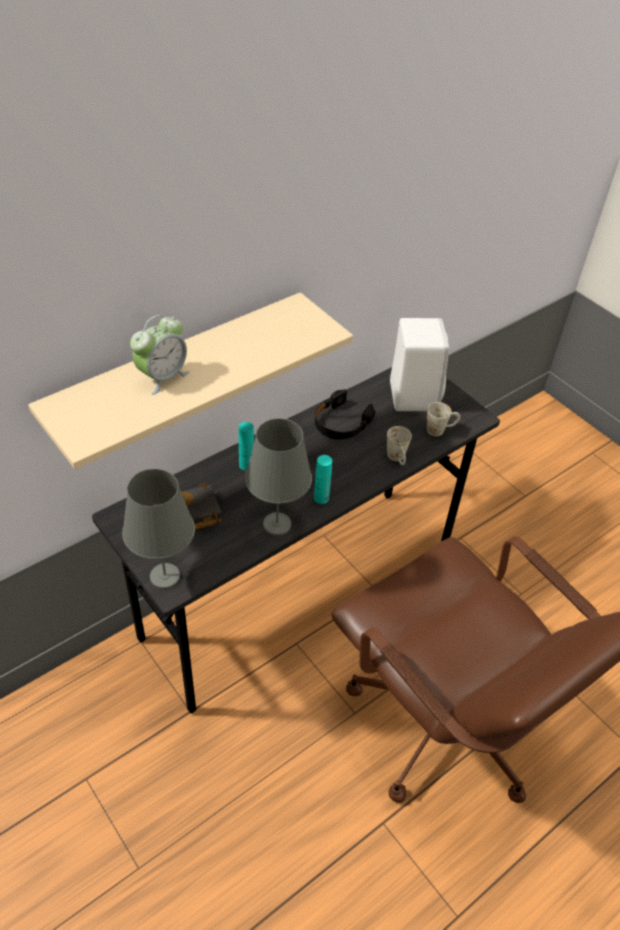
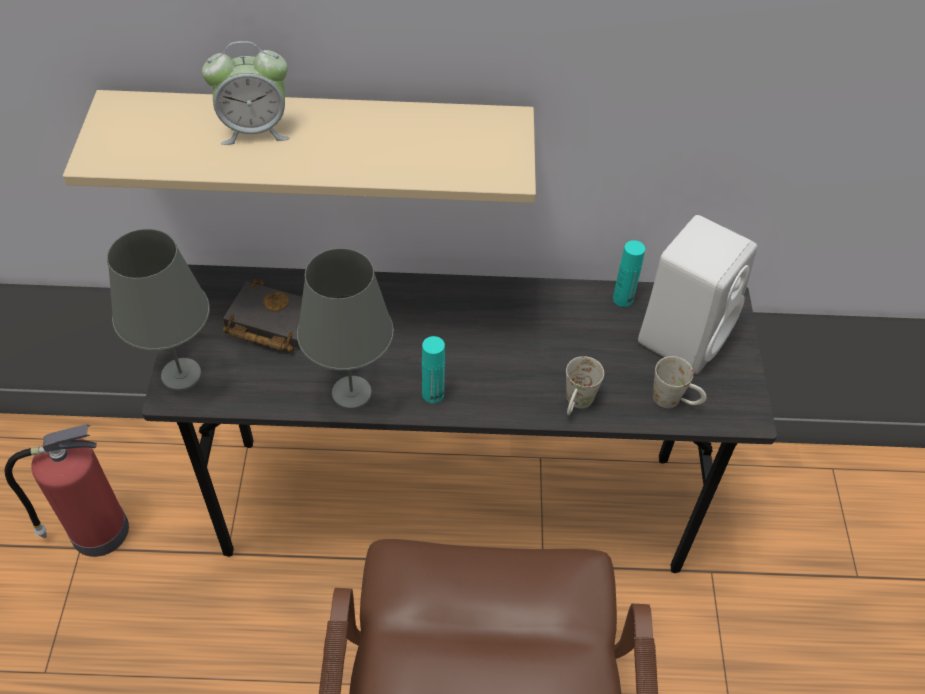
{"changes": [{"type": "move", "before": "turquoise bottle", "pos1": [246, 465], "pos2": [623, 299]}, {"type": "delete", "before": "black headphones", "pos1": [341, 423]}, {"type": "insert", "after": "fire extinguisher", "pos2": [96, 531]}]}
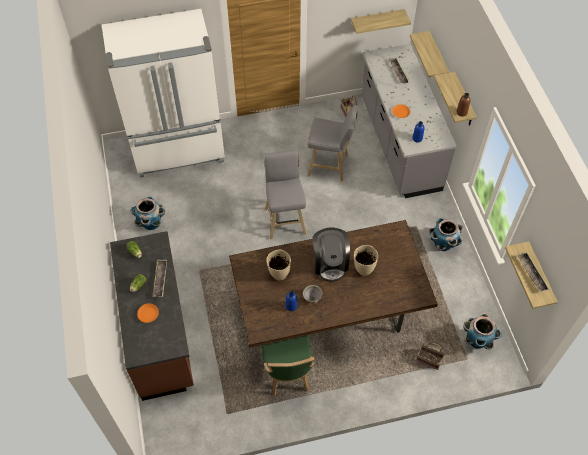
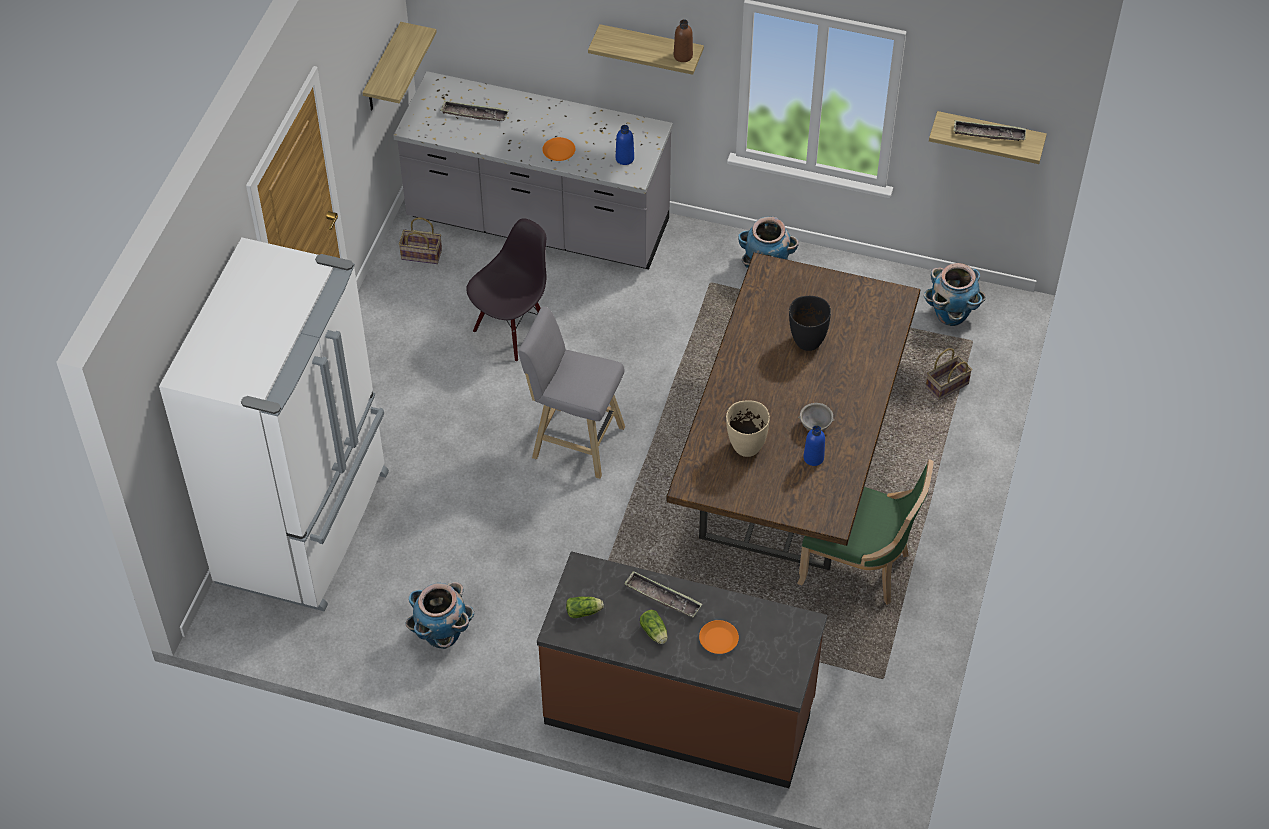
{"changes": [{"type": "replace", "before": "grey stool", "after": "black chair", "pos1": [330, 166], "pos2": [512, 331]}, {"type": "delete", "before": "coffee machine", "pos1": [330, 263]}, {"type": "recolor", "before": "beige vase", "after": "black vase", "pos1": [363, 269], "pos2": [807, 342]}, {"type": "delete", "before": "shelf", "pos1": [437, 58]}]}
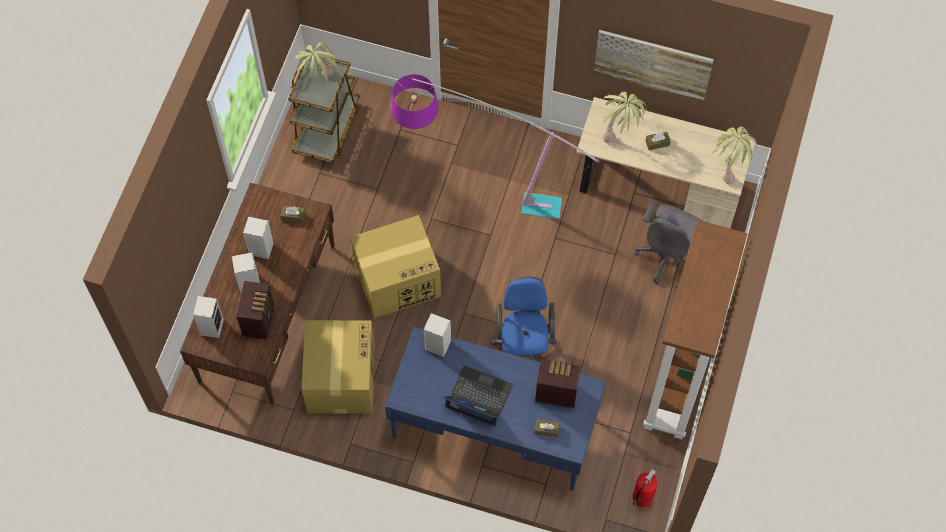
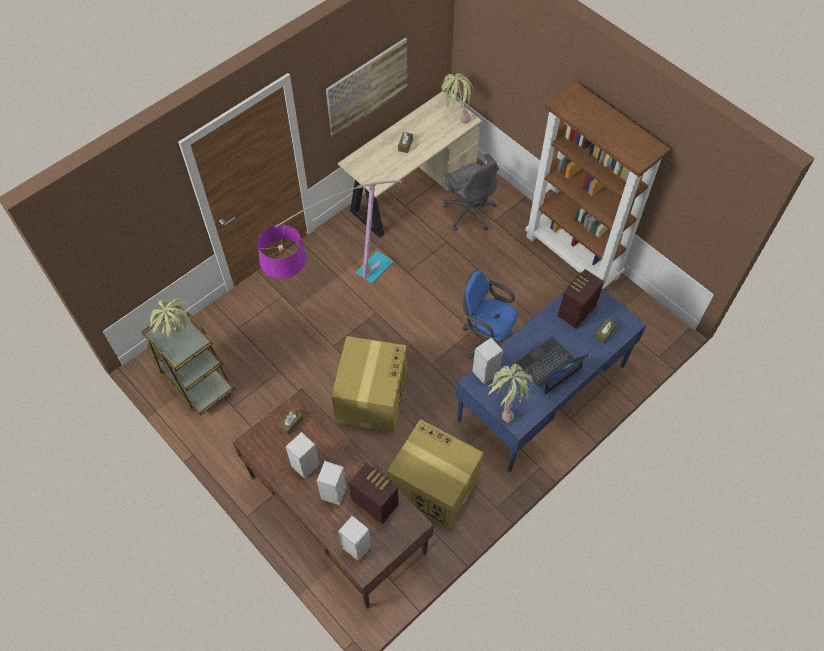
{"changes": [{"type": "move", "before": "potted plant", "pos1": [620, 132], "pos2": [506, 404]}, {"type": "delete", "before": "fire extinguisher", "pos1": [642, 498]}]}
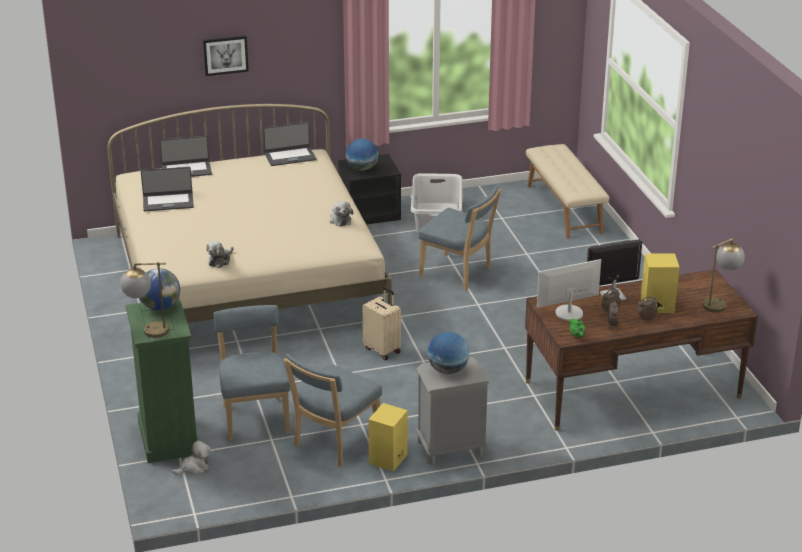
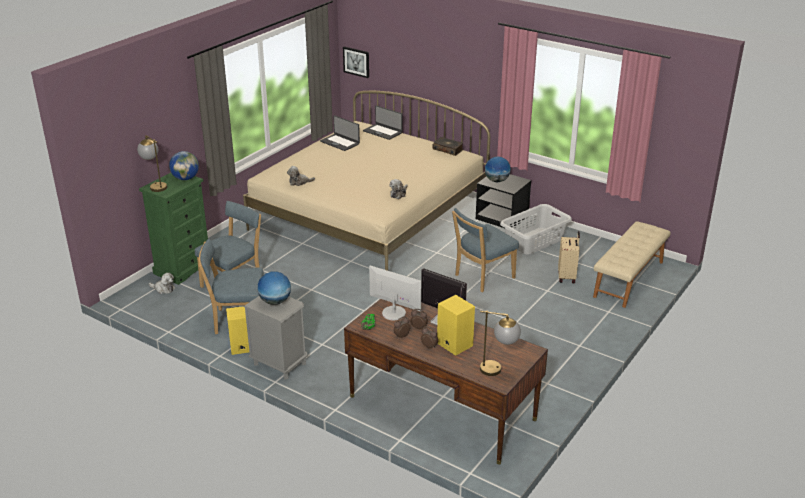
{"changes": [{"type": "move", "before": "picture", "pos1": [225, 55], "pos2": [356, 61]}, {"type": "replace", "before": "laptop", "after": "book", "pos1": [290, 156], "pos2": [448, 149]}, {"type": "move", "before": "beige suitcase", "pos1": [383, 350], "pos2": [567, 277]}, {"type": "rotate", "before": "blue chair", "pos1": [458, 273], "pos2": [482, 277], "turn": 60}]}
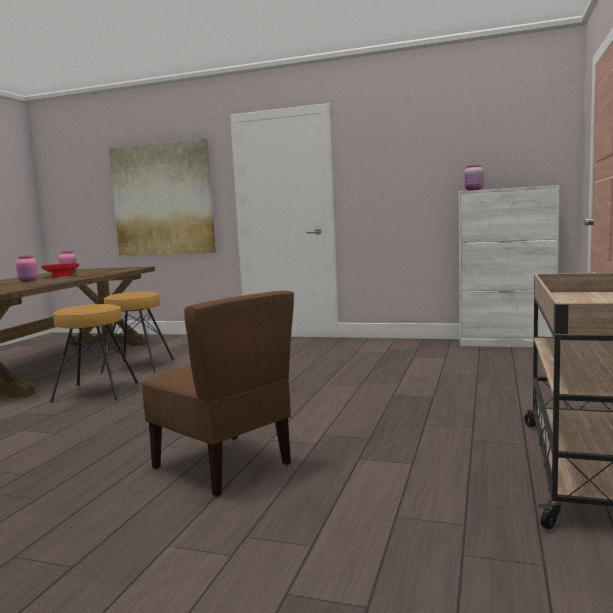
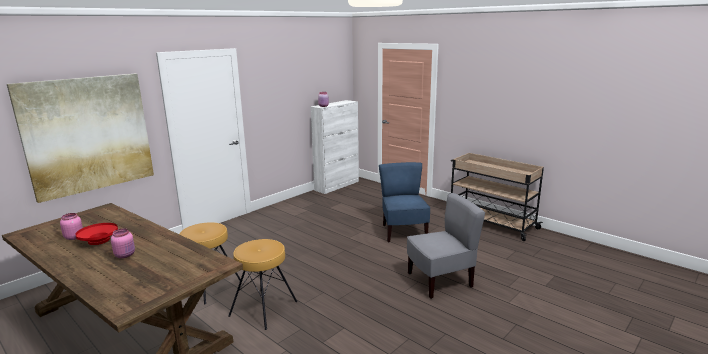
{"changes": [{"type": "recolor", "before": "brown chair", "after": "grey chair", "pos1": [224, 465], "pos2": [440, 281]}, {"type": "insert", "after": "blue chair", "pos2": [403, 232]}]}
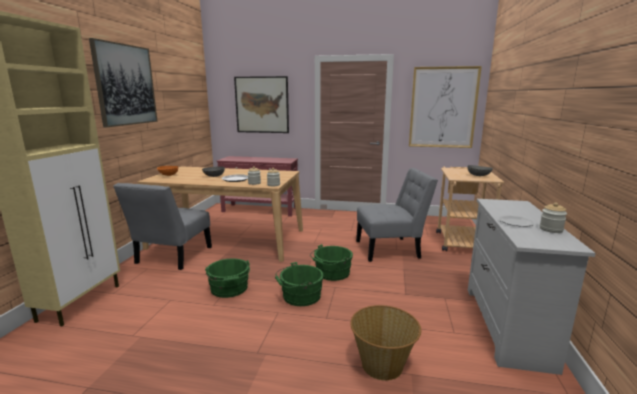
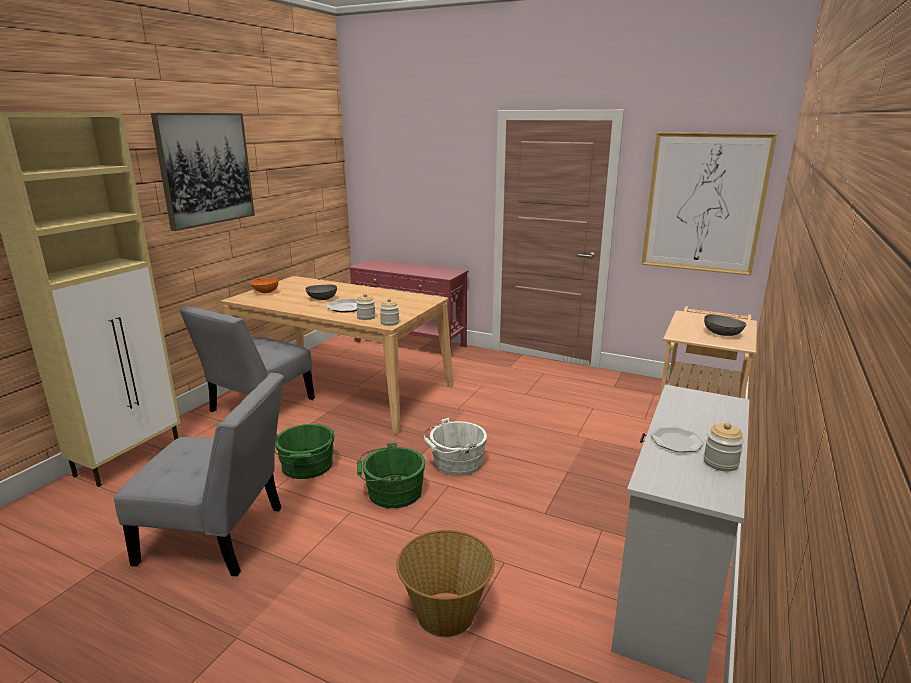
{"changes": [{"type": "delete", "before": "picture", "pos1": [262, 105]}, {"type": "recolor", "before": "green bucket", "after": "white bucket", "pos1": [331, 273], "pos2": [455, 463]}, {"type": "move", "before": "grey chair", "pos1": [391, 249], "pos2": [219, 537]}]}
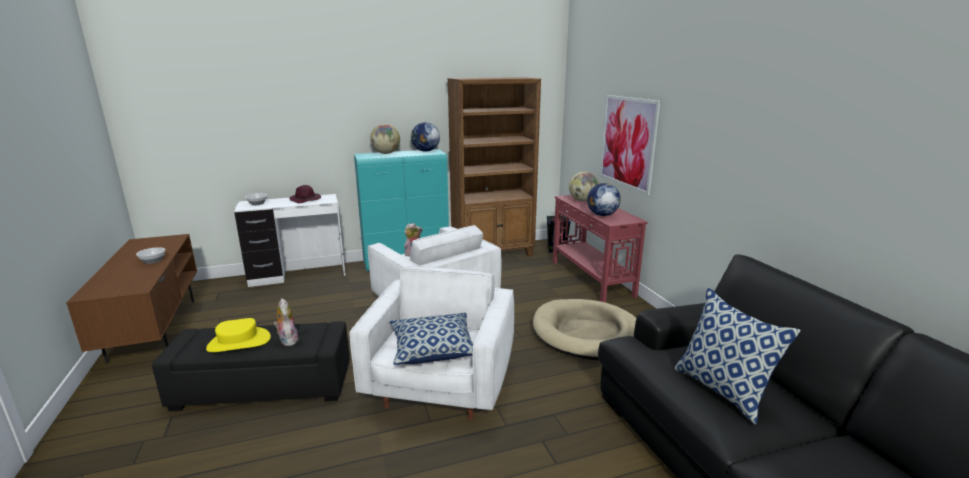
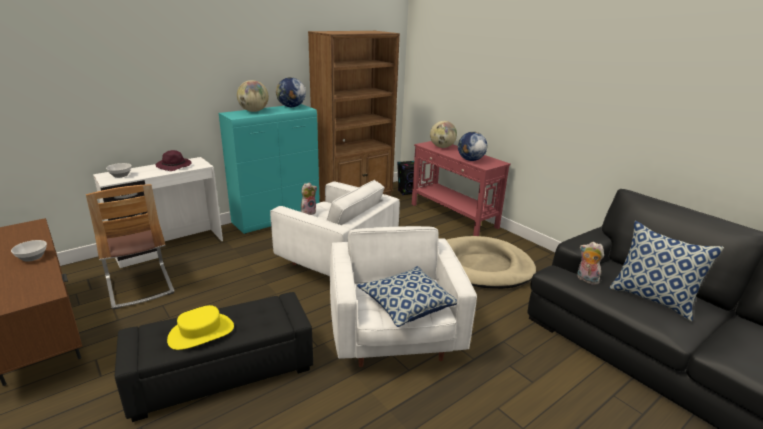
{"changes": [{"type": "move", "before": "plush toy", "pos1": [287, 340], "pos2": [586, 279]}, {"type": "delete", "before": "picture", "pos1": [627, 142]}, {"type": "insert", "after": "chair", "pos2": [139, 285]}]}
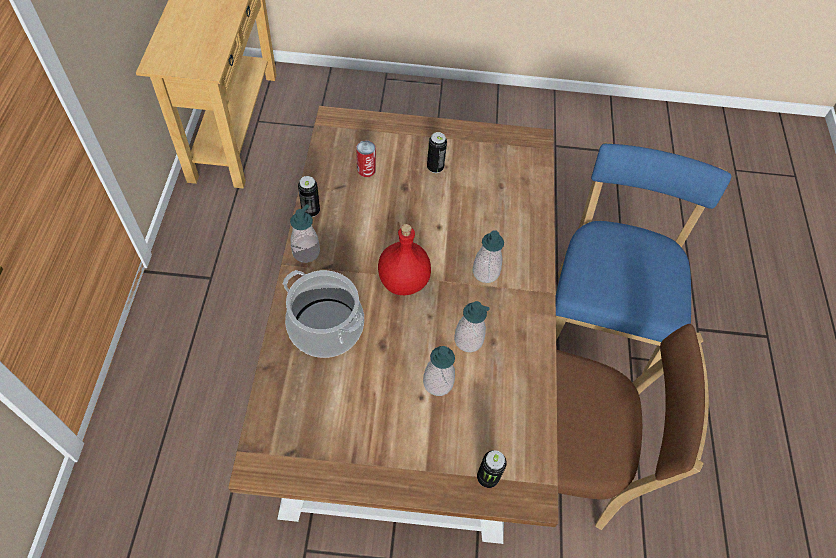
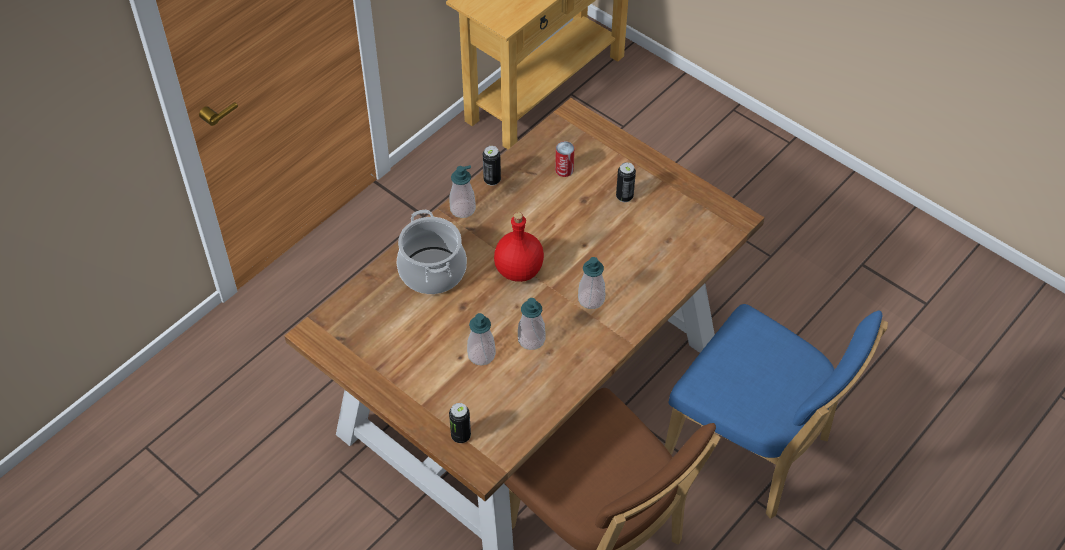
{"changes": [{"type": "rotate", "before": "blue chair", "pos1": [599, 321], "pos2": [754, 451], "turn": 75}]}
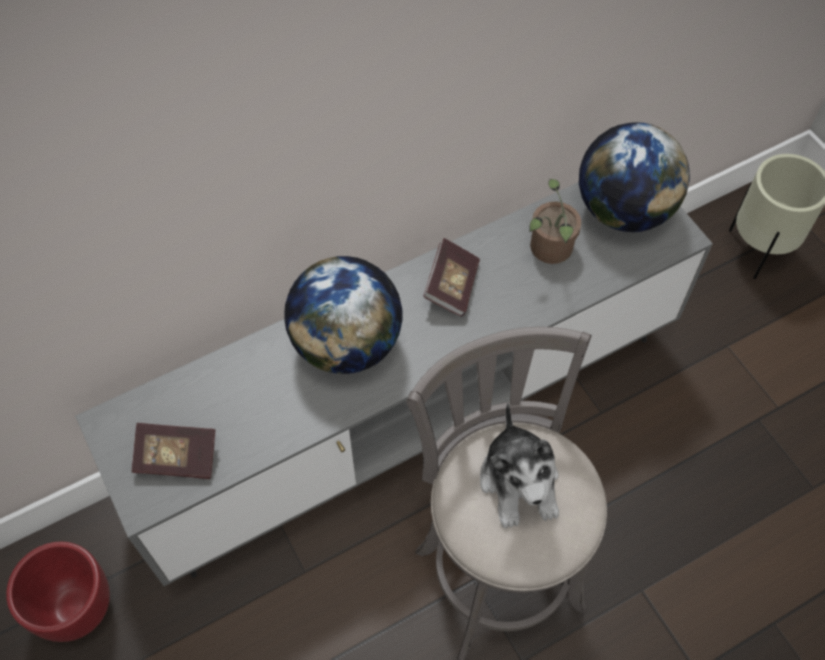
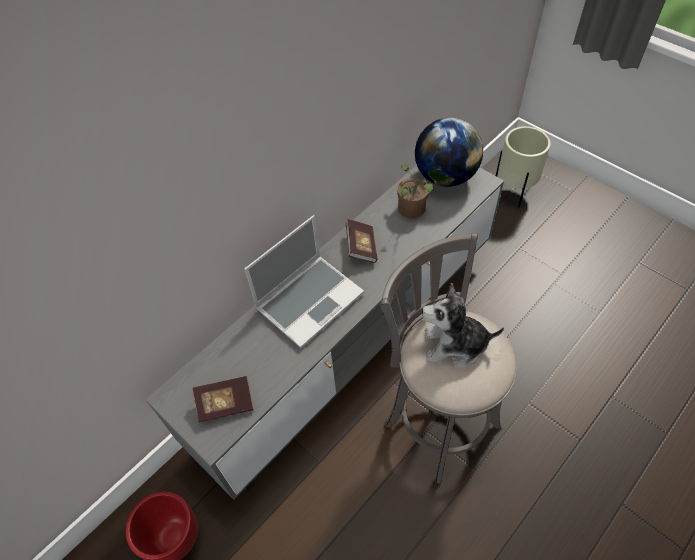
{"changes": [{"type": "replace", "before": "globe", "after": "laptop", "pos1": [347, 344], "pos2": [310, 300]}, {"type": "rotate", "before": "plush toy", "pos1": [520, 482], "pos2": [455, 345], "turn": 120}]}
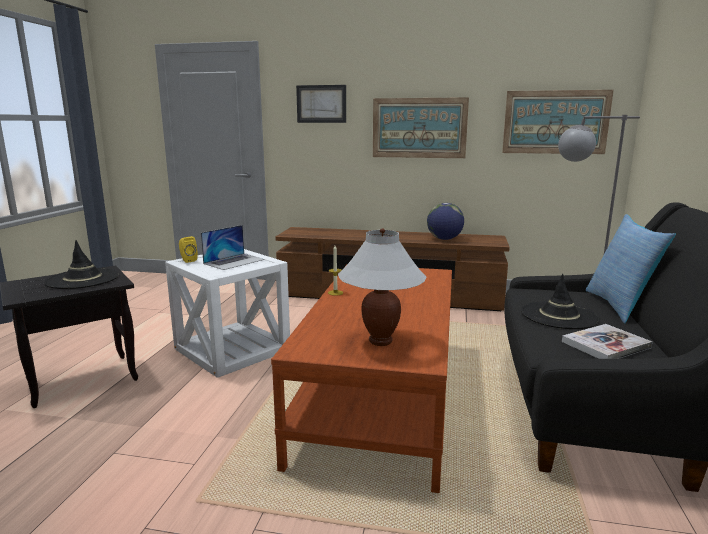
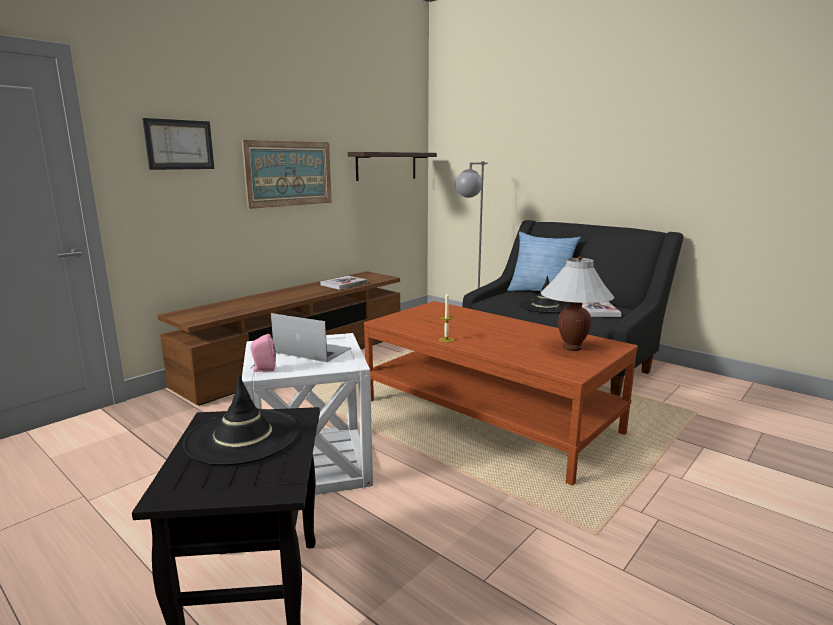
{"changes": [{"type": "recolor", "before": "yellow speaker", "after": "pink speaker", "pos1": [188, 260], "pos2": [263, 369]}, {"type": "rotate", "before": "laptop", "pos1": [234, 261], "pos2": [312, 350], "turn": -45}, {"type": "replace", "before": "globe", "after": "book", "pos1": [444, 239], "pos2": [344, 284]}, {"type": "replace", "before": "picture", "after": "shelf", "pos1": [555, 122], "pos2": [386, 166]}]}
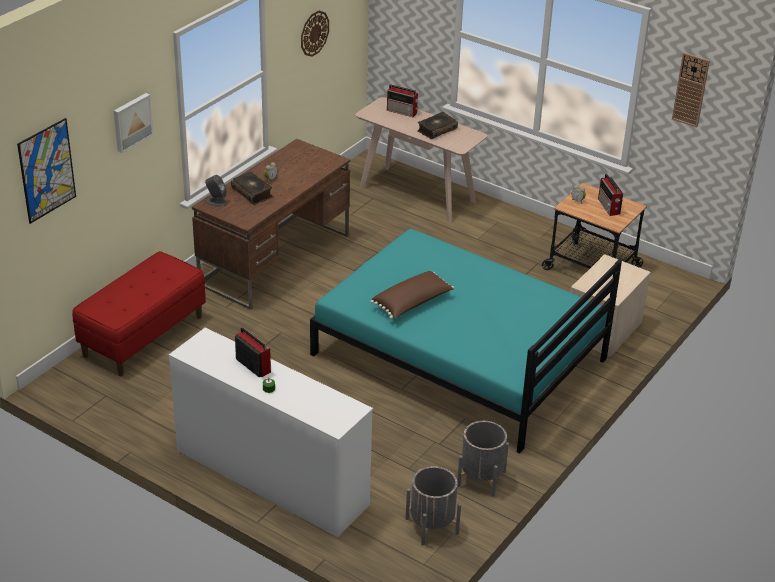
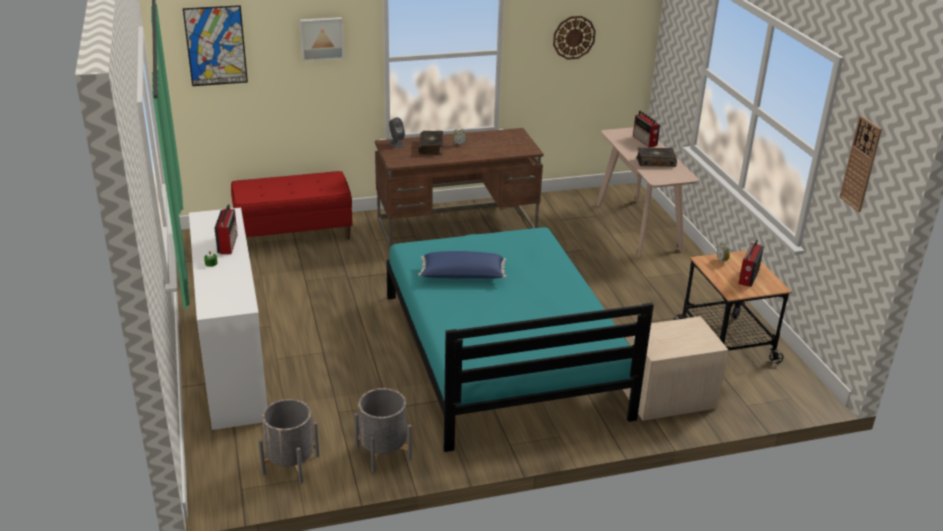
{"changes": [{"type": "recolor", "before": "brown pillow", "after": "blue pillow", "pos1": [412, 303], "pos2": [462, 276]}]}
